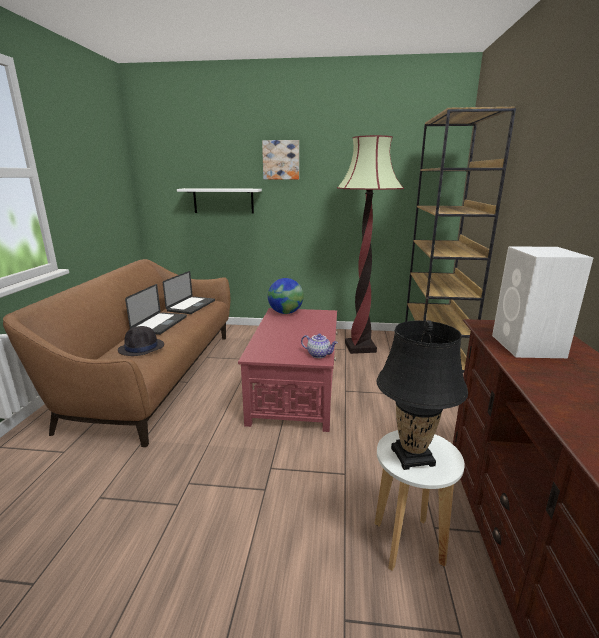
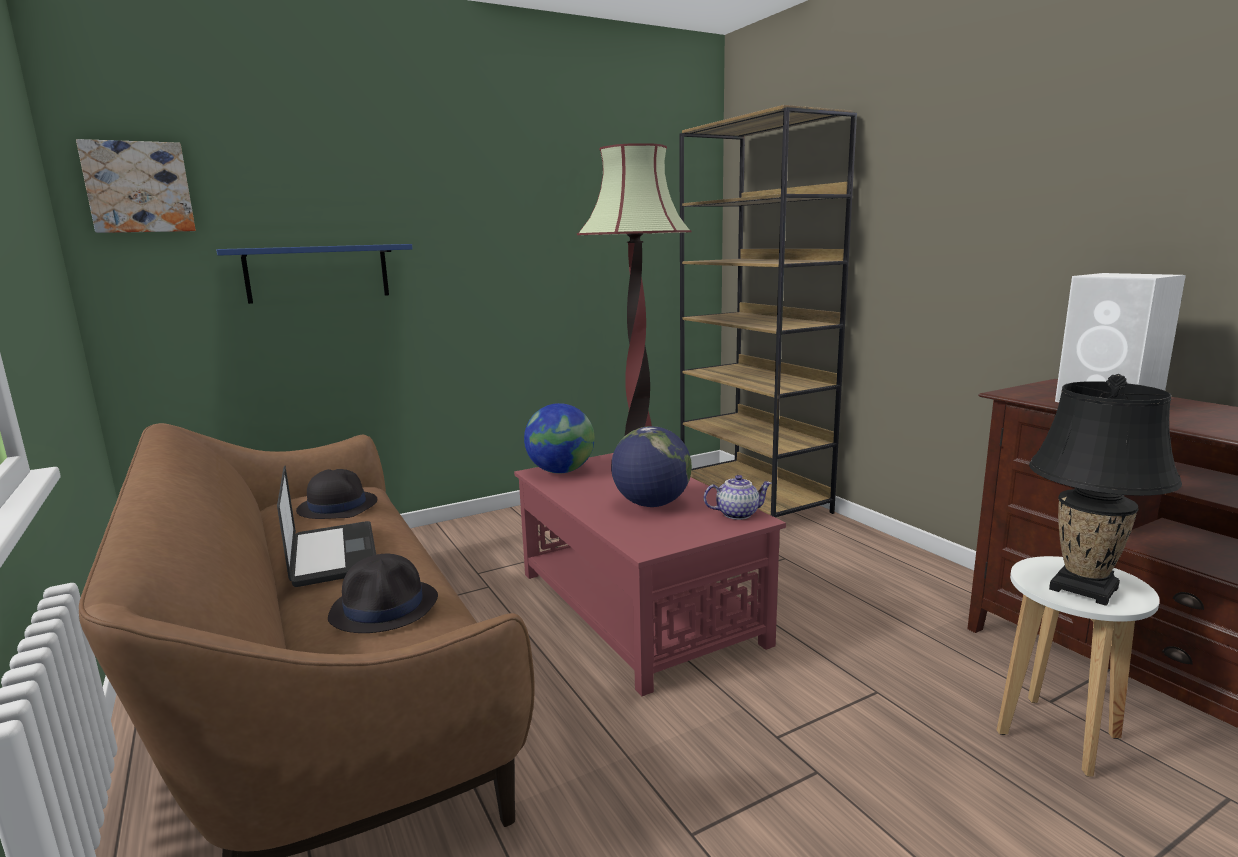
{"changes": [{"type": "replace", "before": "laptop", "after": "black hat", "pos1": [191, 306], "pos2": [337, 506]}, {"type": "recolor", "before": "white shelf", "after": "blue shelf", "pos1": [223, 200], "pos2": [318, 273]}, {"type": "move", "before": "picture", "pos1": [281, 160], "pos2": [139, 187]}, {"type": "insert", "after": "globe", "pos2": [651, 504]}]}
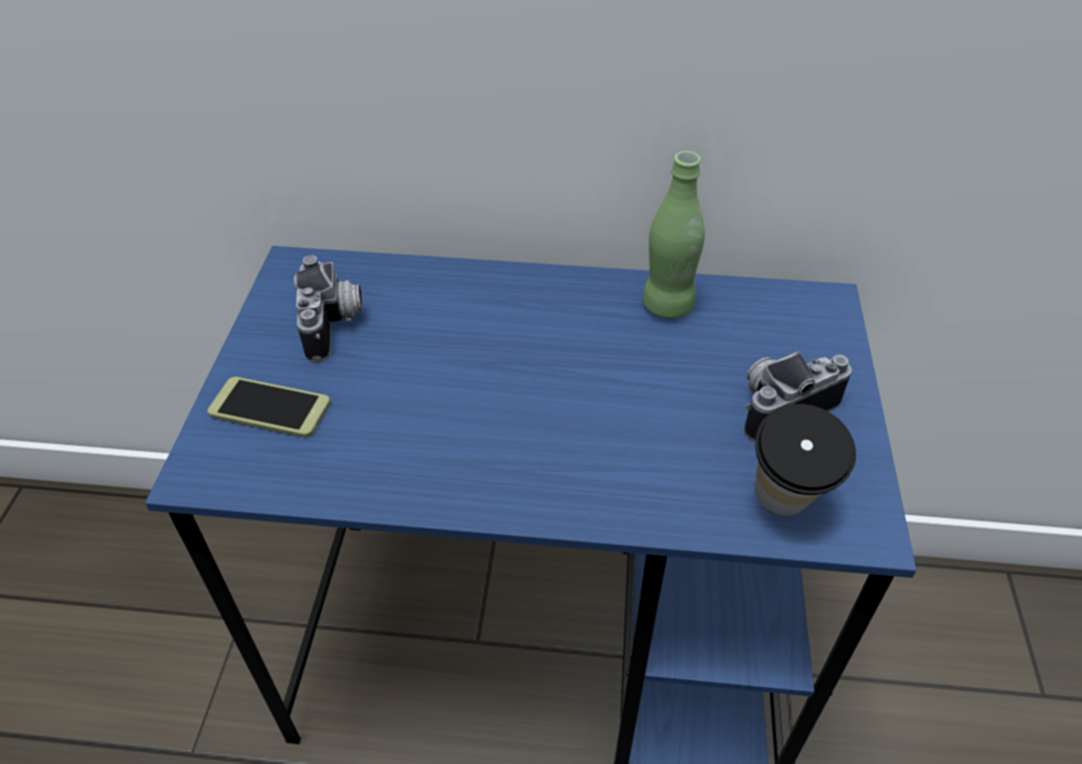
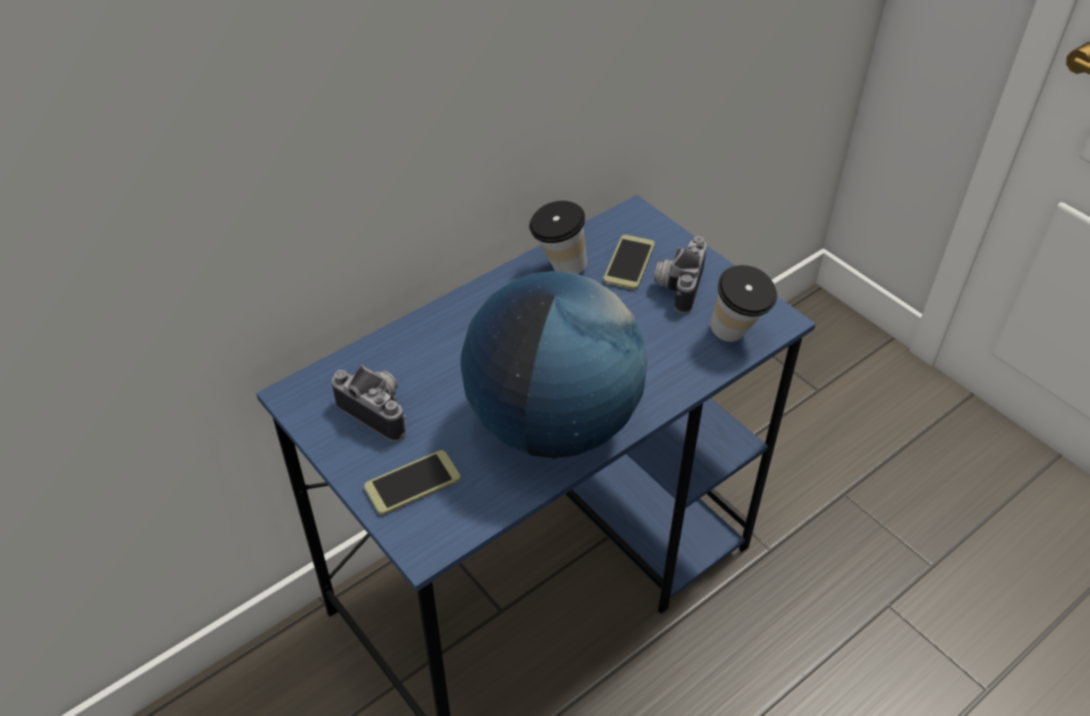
{"changes": [{"type": "replace", "before": "green bottle", "after": "cup", "pos1": [667, 305], "pos2": [558, 269]}, {"type": "insert", "after": "globe", "pos2": [553, 424]}, {"type": "insert", "after": "phone", "pos2": [629, 263]}]}
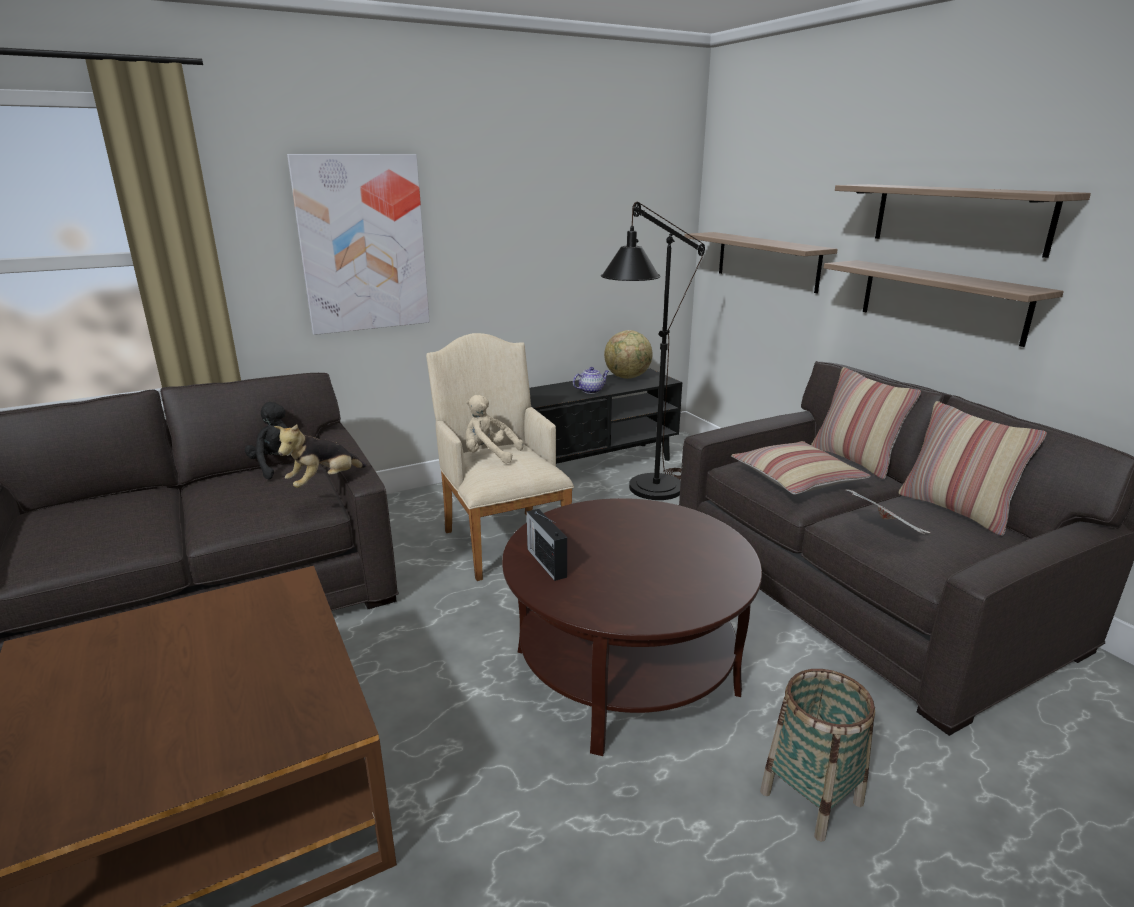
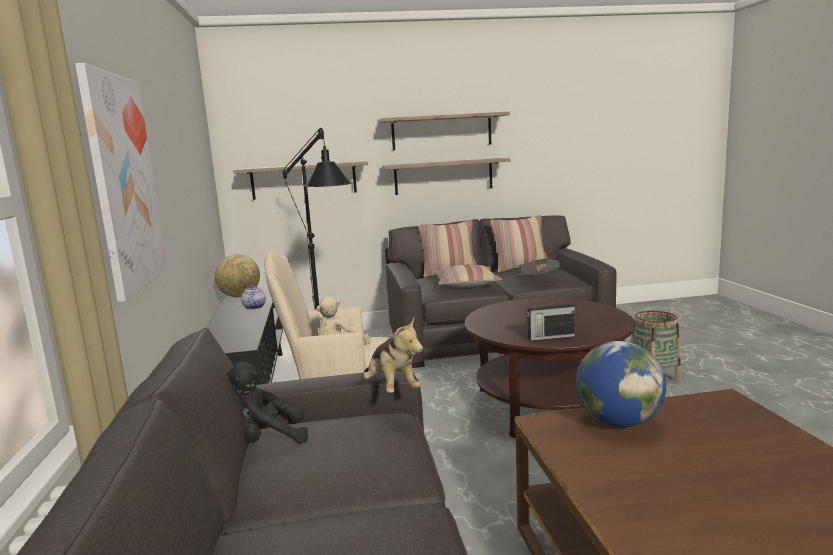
{"changes": [{"type": "insert", "after": "globe", "pos2": [619, 422]}]}
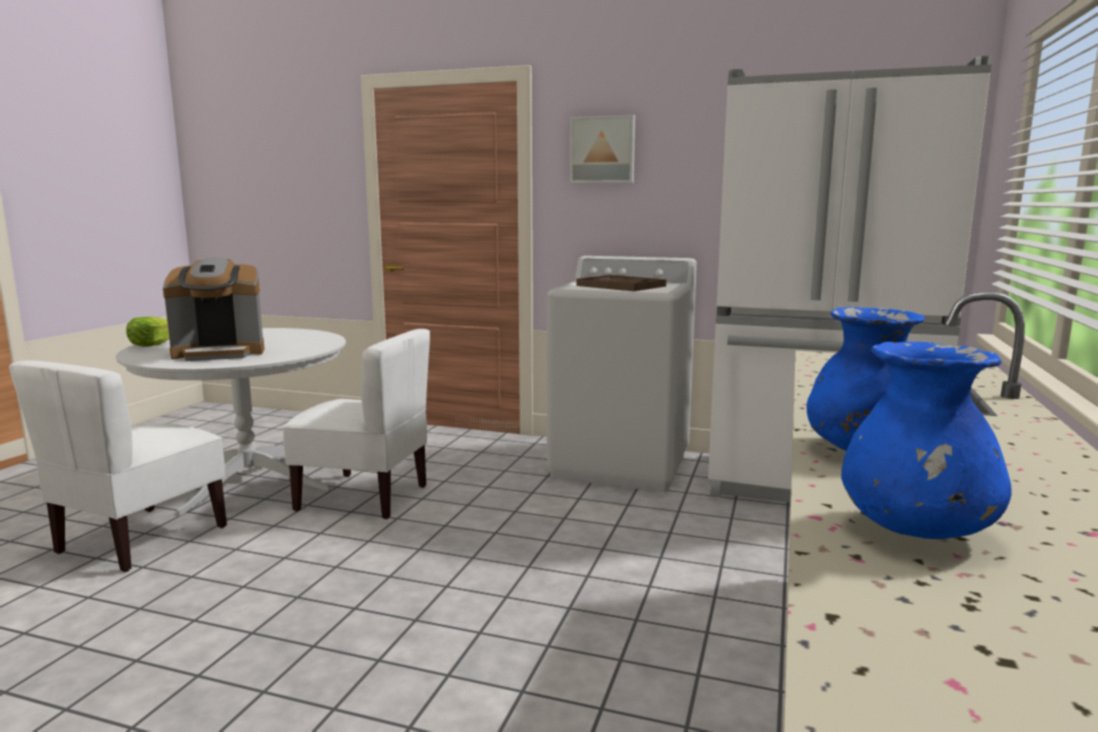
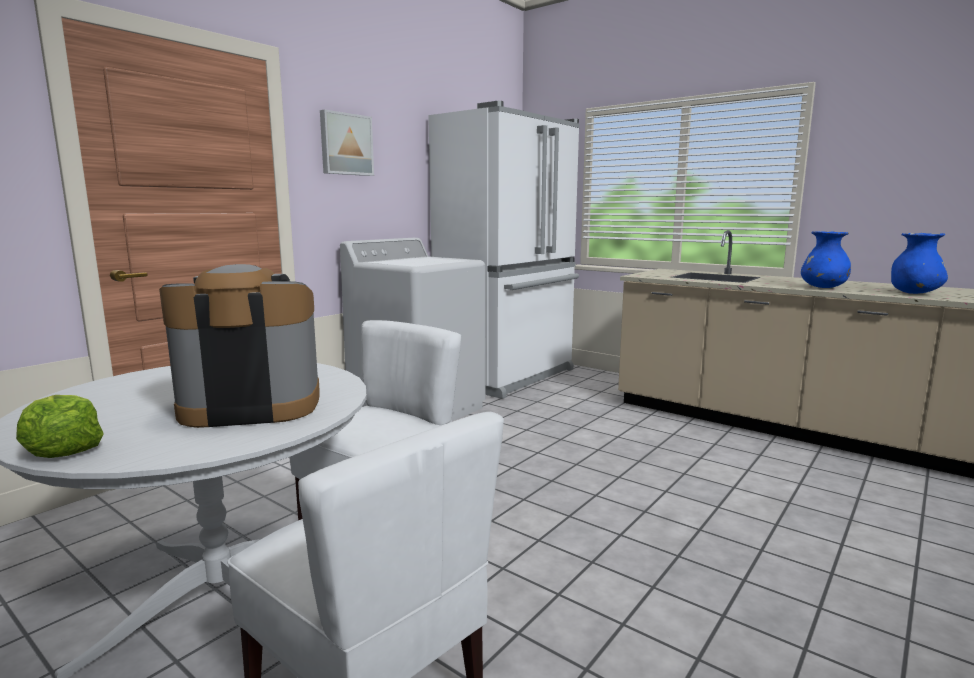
{"changes": [{"type": "rotate", "before": "coffee machine", "pos1": [220, 353], "pos2": [251, 406], "turn": -105}, {"type": "delete", "before": "brown tray", "pos1": [620, 286]}]}
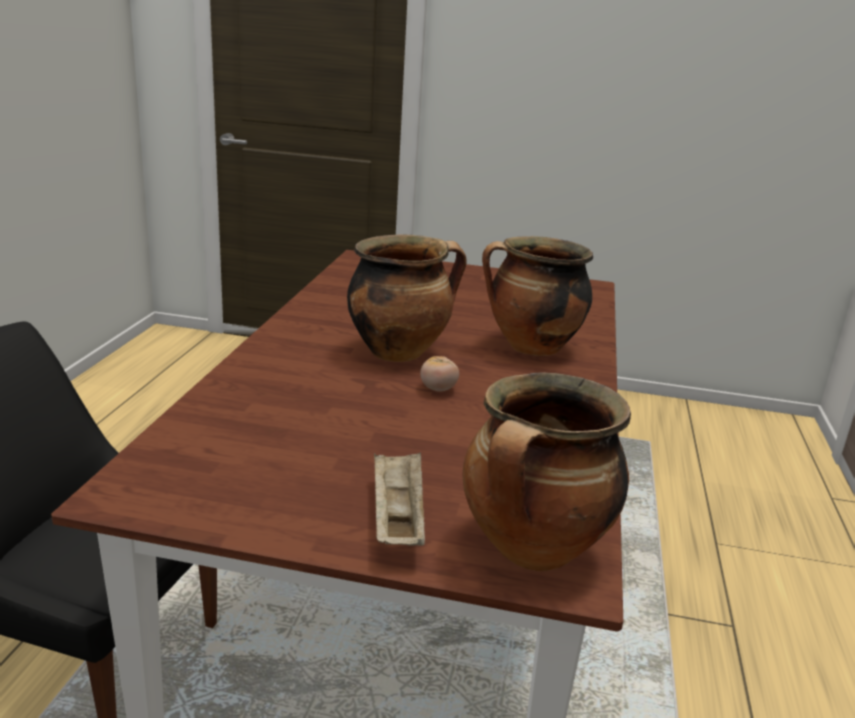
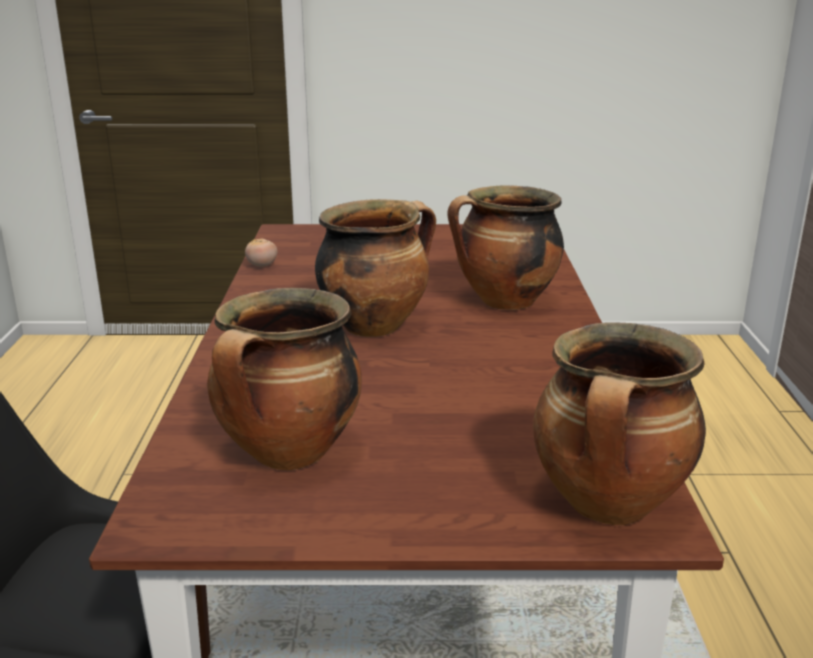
{"changes": [{"type": "delete", "before": "beige tray", "pos1": [397, 518]}, {"type": "move", "before": "tomato", "pos1": [438, 389], "pos2": [262, 265]}, {"type": "insert", "after": "cooking pot", "pos2": [289, 455]}]}
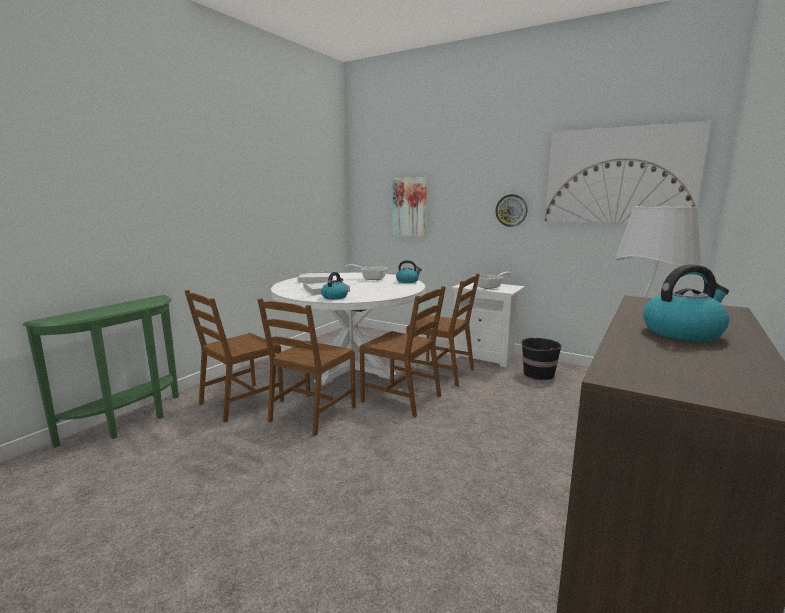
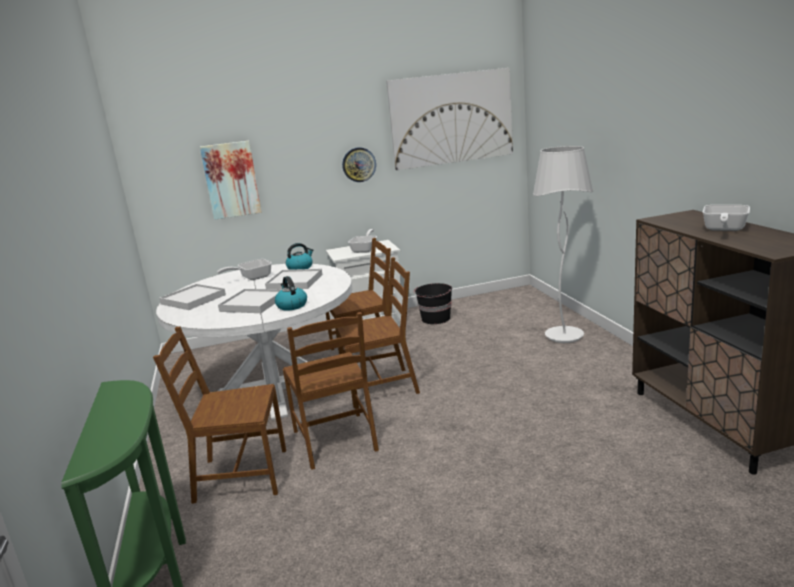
{"changes": [{"type": "rotate", "before": "brown chair", "pos1": [240, 402], "pos2": [240, 476], "turn": 90}, {"type": "replace", "before": "kettle", "after": "frying pan", "pos1": [682, 332], "pos2": [723, 230]}, {"type": "insert", "after": "white tray", "pos2": [295, 282]}]}
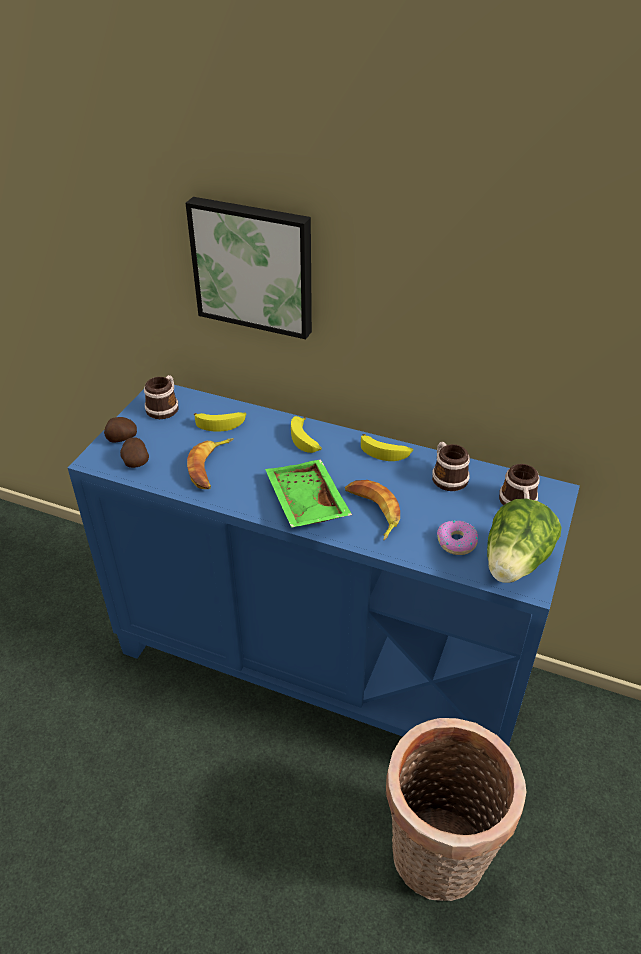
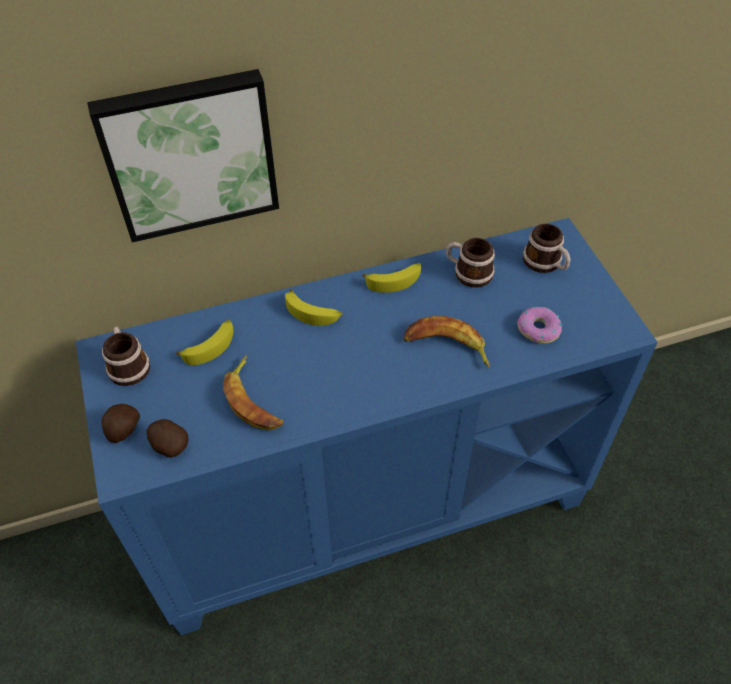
{"changes": [{"type": "delete", "before": "green tray", "pos1": [304, 503]}, {"type": "delete", "before": "basket", "pos1": [437, 860]}, {"type": "delete", "before": "lettuce", "pos1": [515, 563]}]}
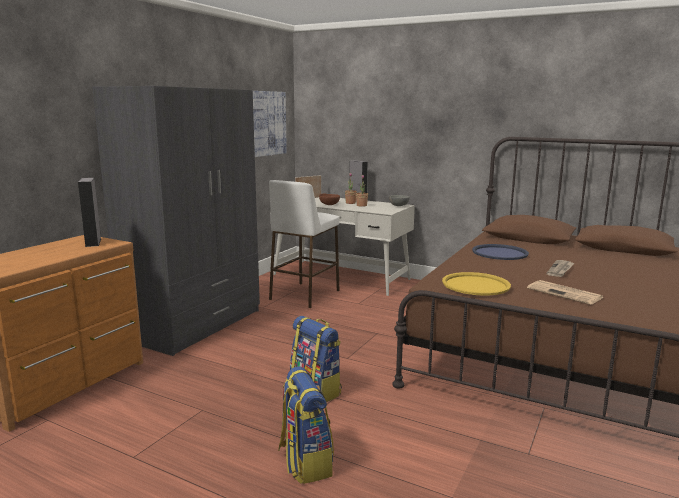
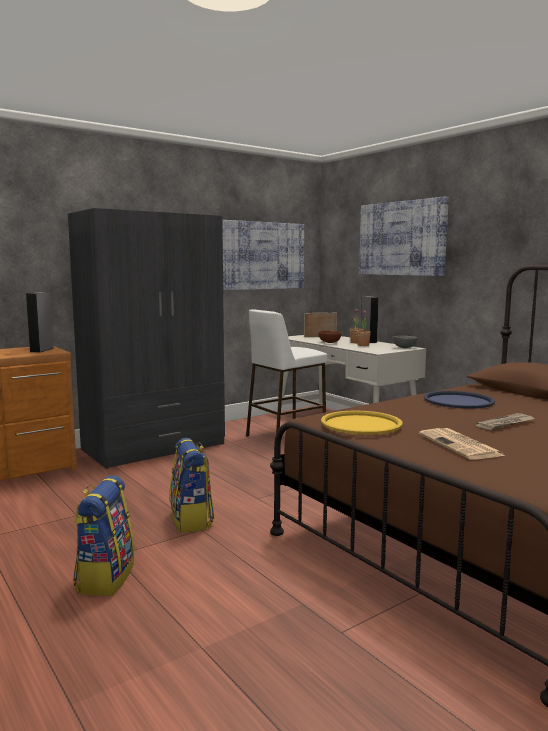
{"changes": [{"type": "insert", "after": "picture", "pos2": [402, 238]}]}
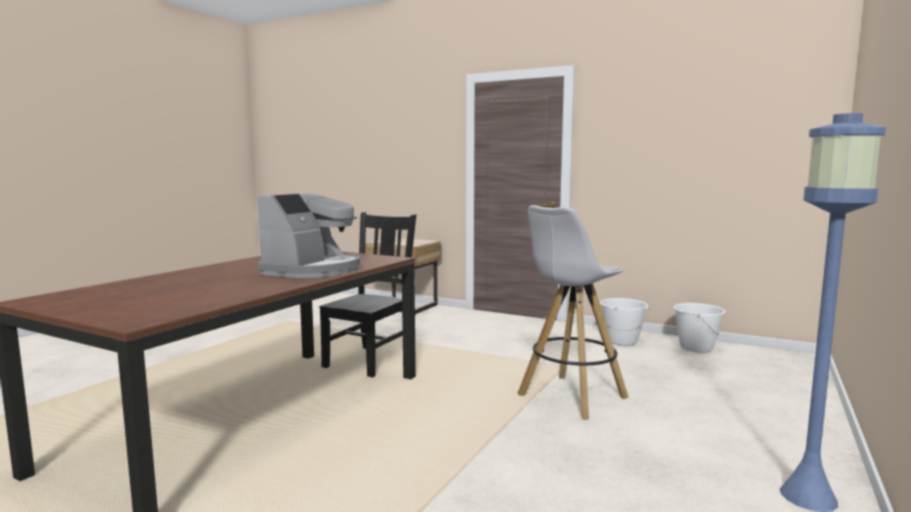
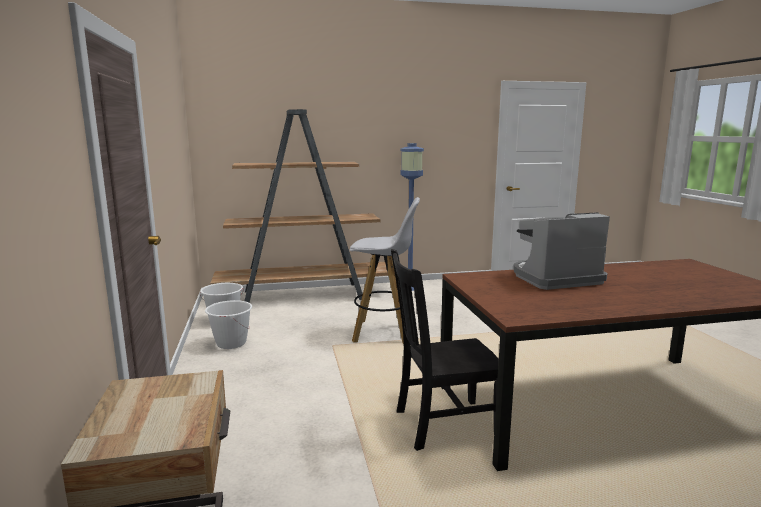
{"changes": [{"type": "insert", "after": "brown bookcase", "pos2": [305, 295]}]}
